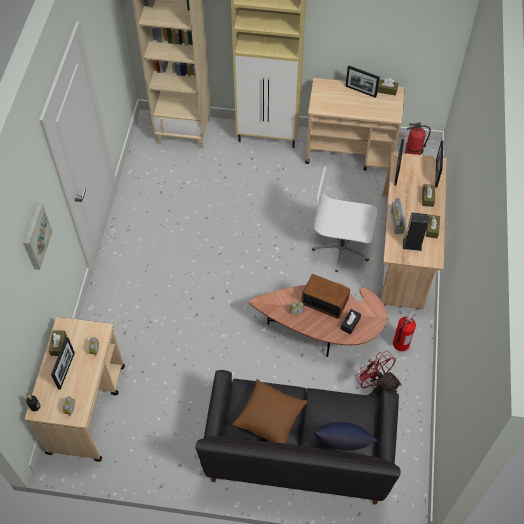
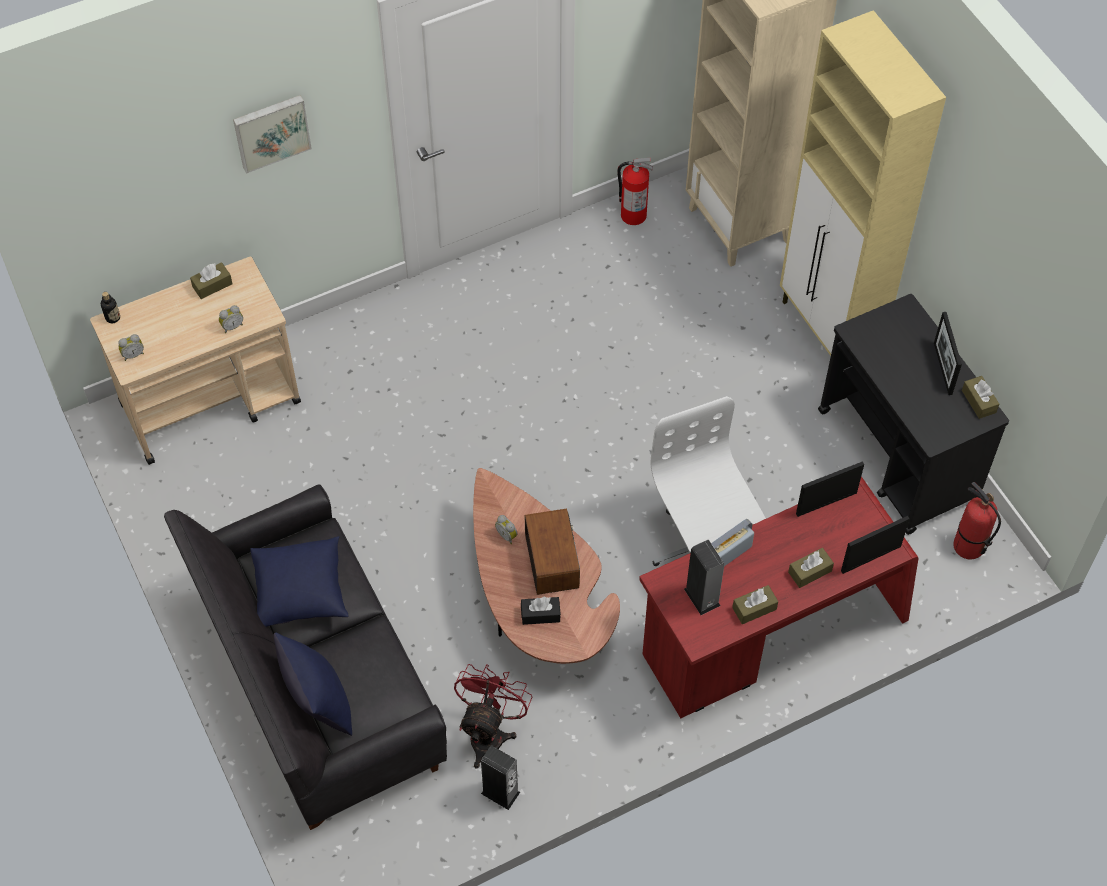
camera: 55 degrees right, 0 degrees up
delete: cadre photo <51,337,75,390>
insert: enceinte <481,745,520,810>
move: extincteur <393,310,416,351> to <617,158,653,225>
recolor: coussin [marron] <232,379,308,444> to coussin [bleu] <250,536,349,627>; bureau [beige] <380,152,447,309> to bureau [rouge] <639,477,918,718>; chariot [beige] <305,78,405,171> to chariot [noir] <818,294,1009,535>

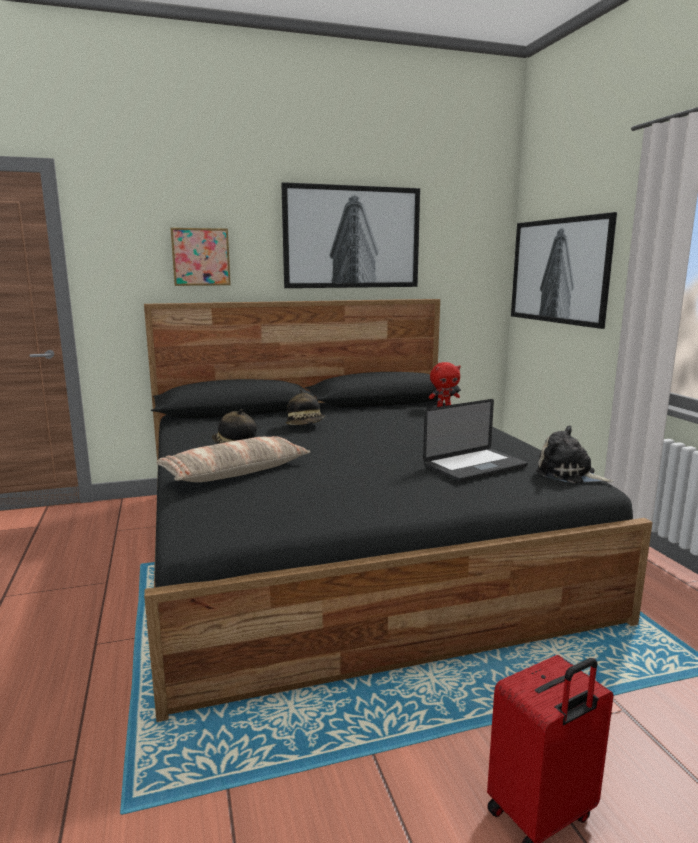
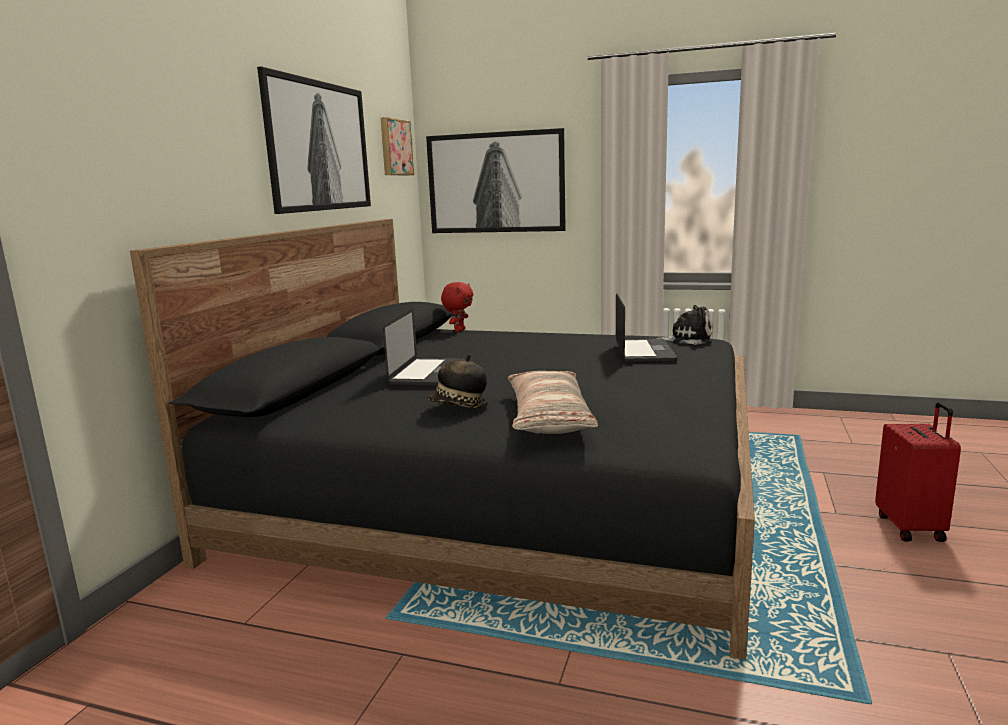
camera: 55 degrees left, 0 degrees up
move: tableau <170,228,231,286> to <381,117,414,175>
replace: chapeau <285,389,325,425> to ordinateur portable <383,309,465,386>
rotate: peluche <536,426,614,483> = <656,305,712,345> 150 degrees counterclockwise

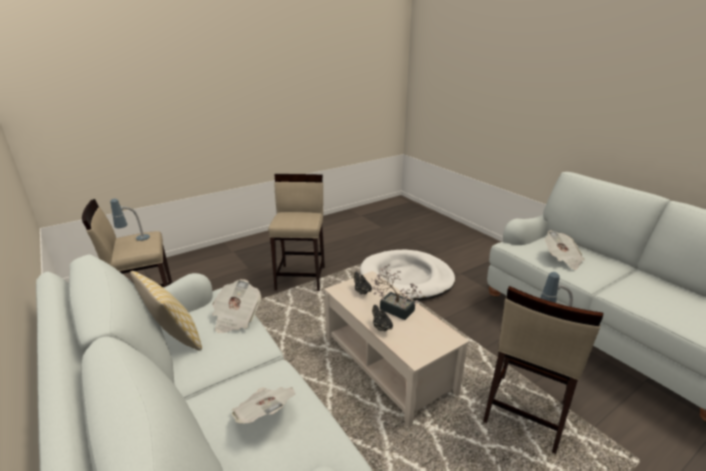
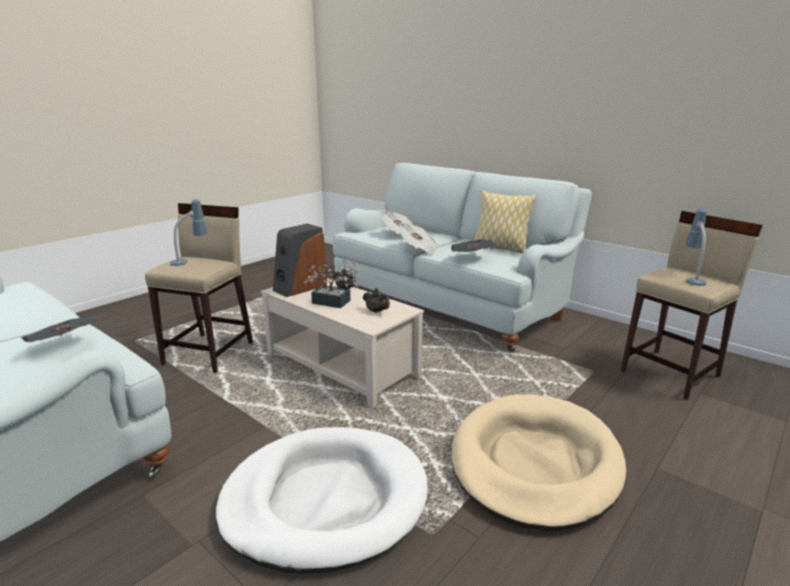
camera: 165 degrees right, 5 degrees down
insert: enceinte <273,223,327,297>; journal <398,223,439,254>
replace: tabouret [beige] <268,174,325,291> to panier pour chien [beige] <451,394,626,531>

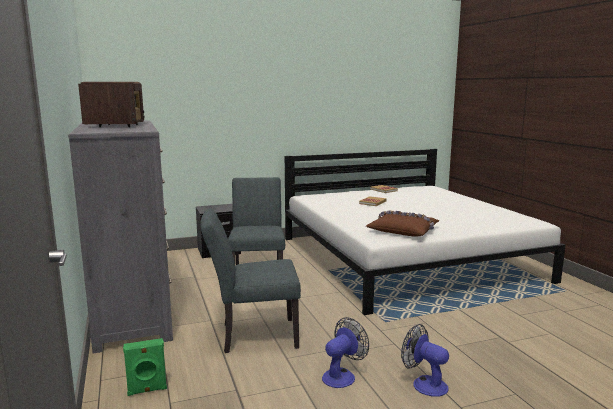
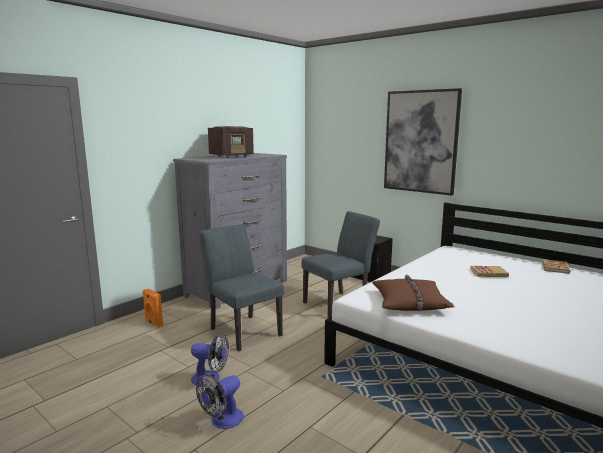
camera: 60 degrees right, 0 degrees up
insert: tableau <384,88,462,195>
recolor: enceinte [vert] <123,338,167,396> to enceinte [orange] <143,289,163,327>
rotate: ventilateur <401,324,449,397> = <196,374,244,429> 150 degrees counterclockwise

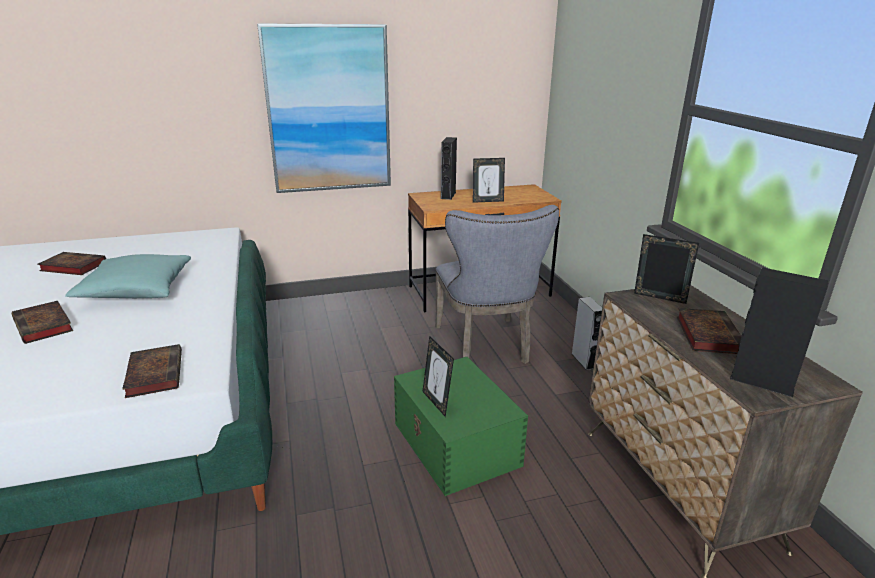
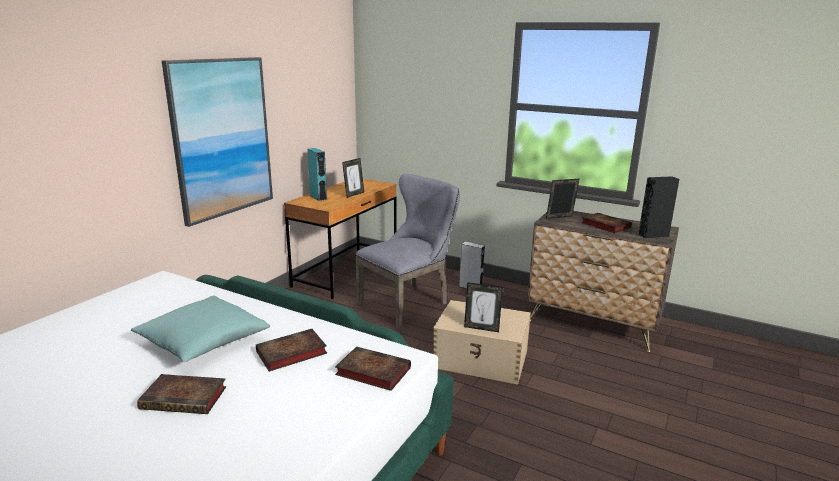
camera: 45 degrees left, 5 degrees down
move: livre <37,252,106,275> to <256,329,327,372>
recolor: enceinte [noir] <441,137,457,200> to enceinte [turquoise] <307,148,327,201>; boîte de rangement [vert] <394,357,528,496> to boîte de rangement [beige] <433,300,531,385>
rotate: chaise [gris] <435,205,559,364> = <355,174,460,329> 75 degrees counterclockwise

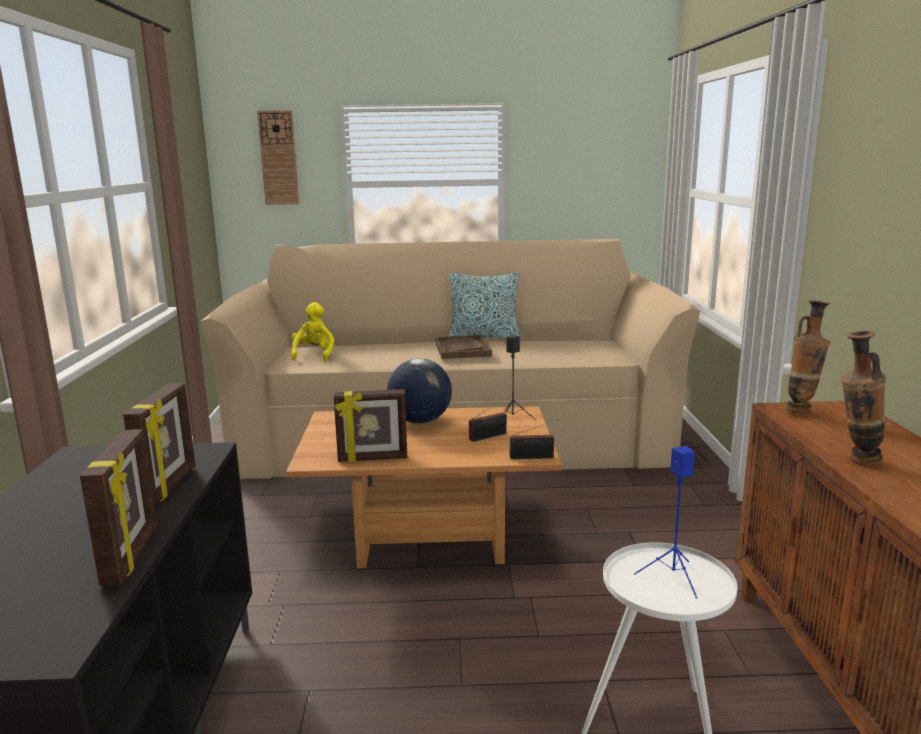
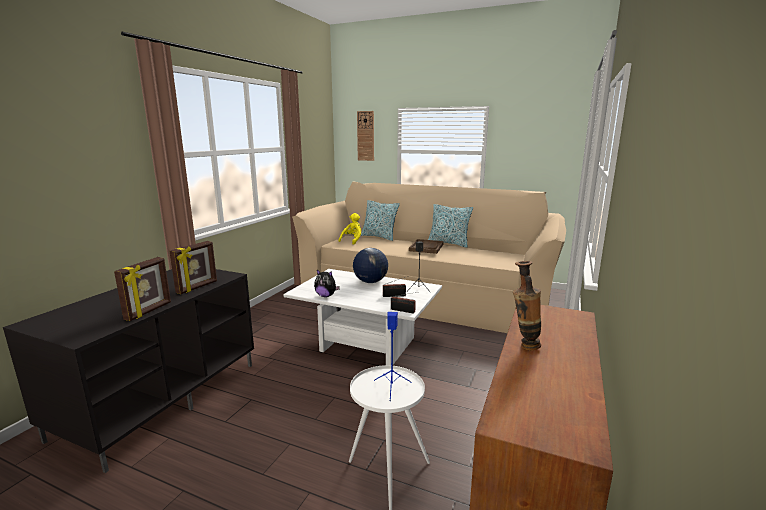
camera: 25 degrees right, 0 degrees up
delete: vase <786,300,831,414>
insert: coussin <361,200,400,241>
replace: cadre photo <334,389,407,462> to peluche <314,270,340,297>
recolor: table basse [marron] <286,406,562,568> to table basse [blanc] <283,269,442,365>

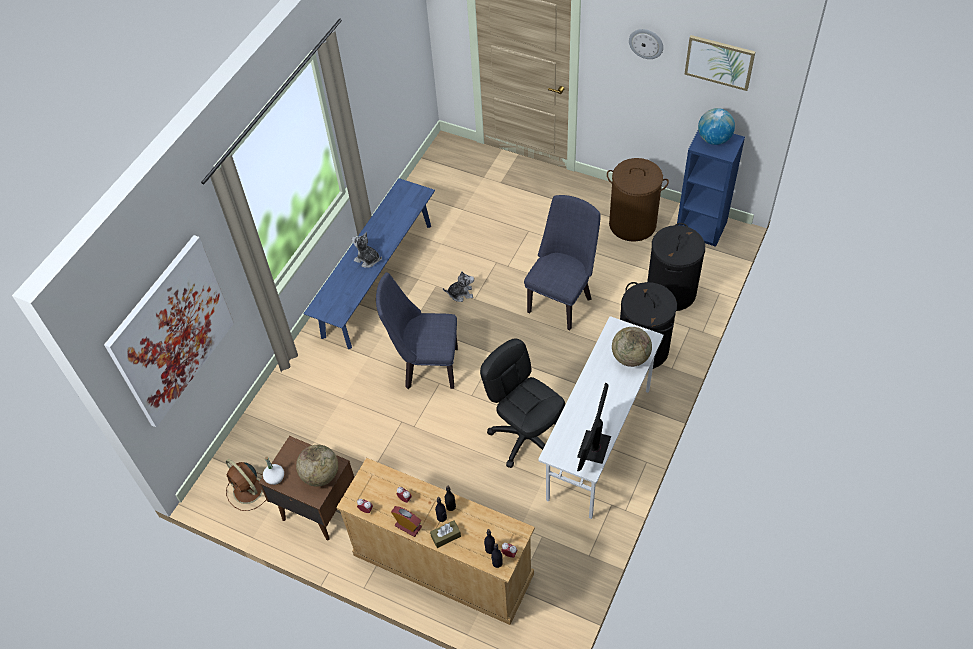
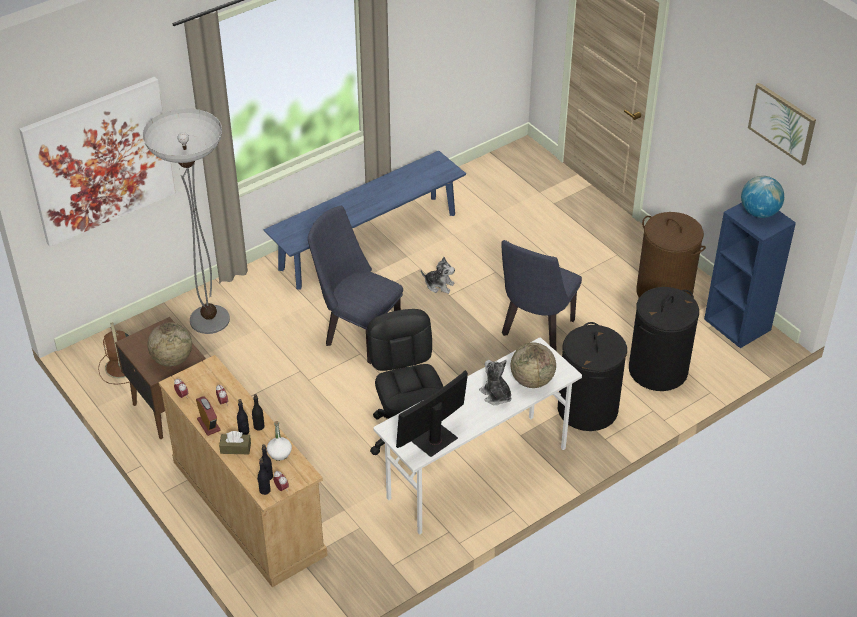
camera: 25 degrees right, 10 degrees down
delete: horloge murale <629,29,663,59>
insert: lampadaire <143,108,230,334>
move: bouteille [blanc] <263,457,284,485> to <267,421,292,461>; peluche <352,232,382,268> to <479,359,511,405>
rotate: chaise [bleu] <524,195,601,330> = <502,240,582,351> 150 degrees clockwise

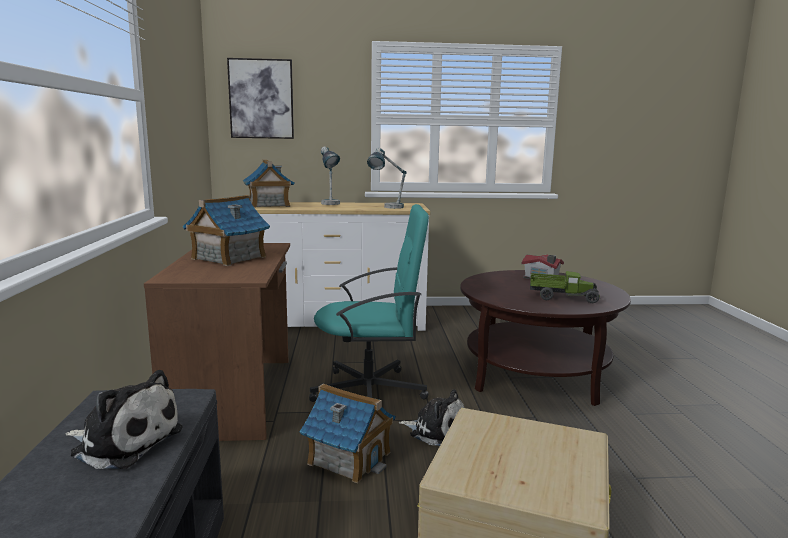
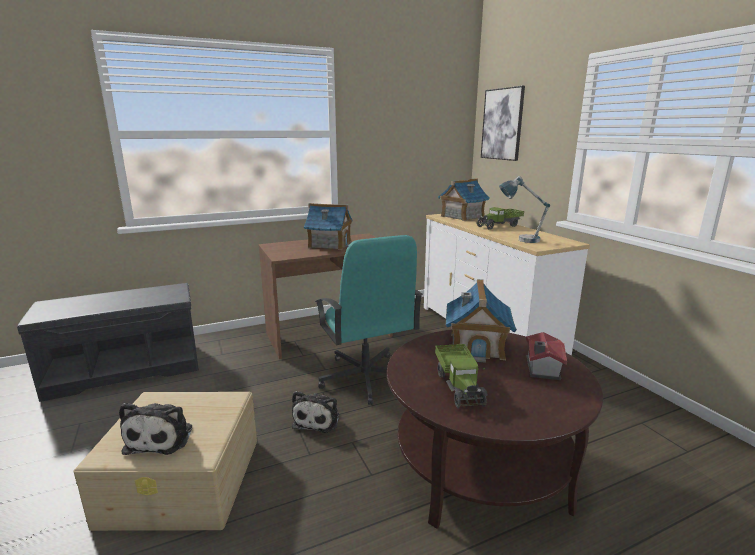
camera: 70 degrees right, 5 degrees up
move: peluche <65,370,183,469> to <119,403,192,455>; maison miniature <300,384,396,483> to <446,279,517,363>
replace: lampe de table <321,146,340,205> to camion jouet <476,207,524,230>

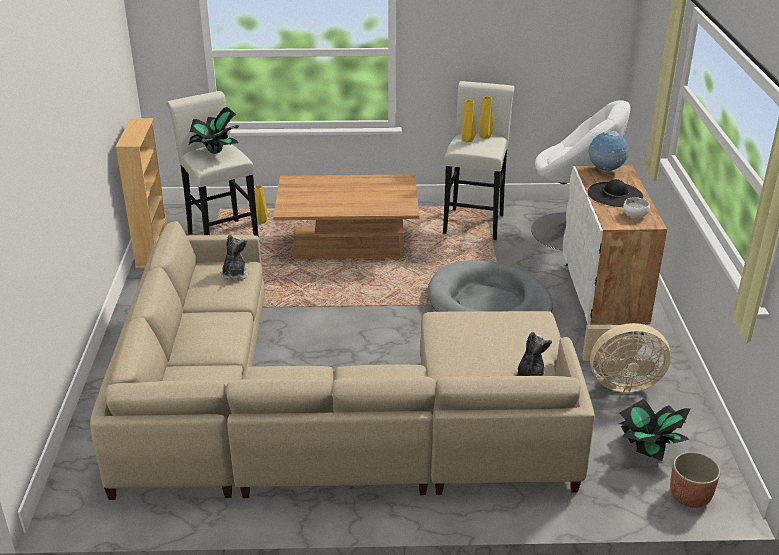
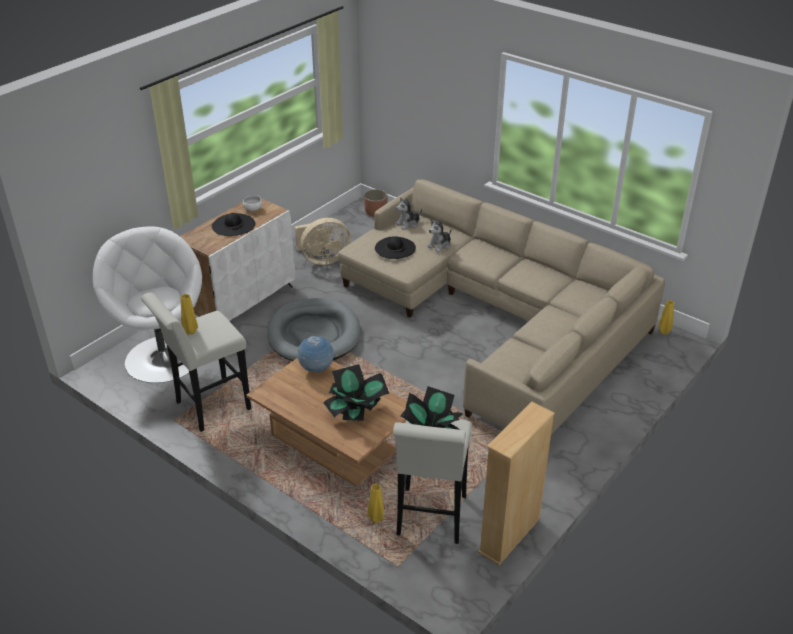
camera: 140 degrees left, 5 degrees up
insert: chapeau [noir] <375,236,416,259>
move: globe <589,130,628,173> to <297,336,334,372>; plante en pot <619,399,690,461> to <324,364,389,421>; peluche <221,234,249,280> to <427,219,452,252>; vase [jaune] <461,100,476,142> to <659,300,674,335>
rotate: ventilateur [beige] <582,323,671,393> = <295,218,351,265> 120 degrees clockwise

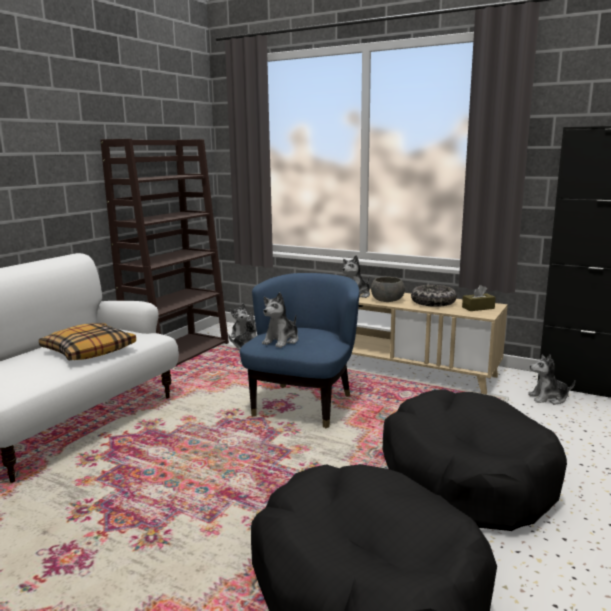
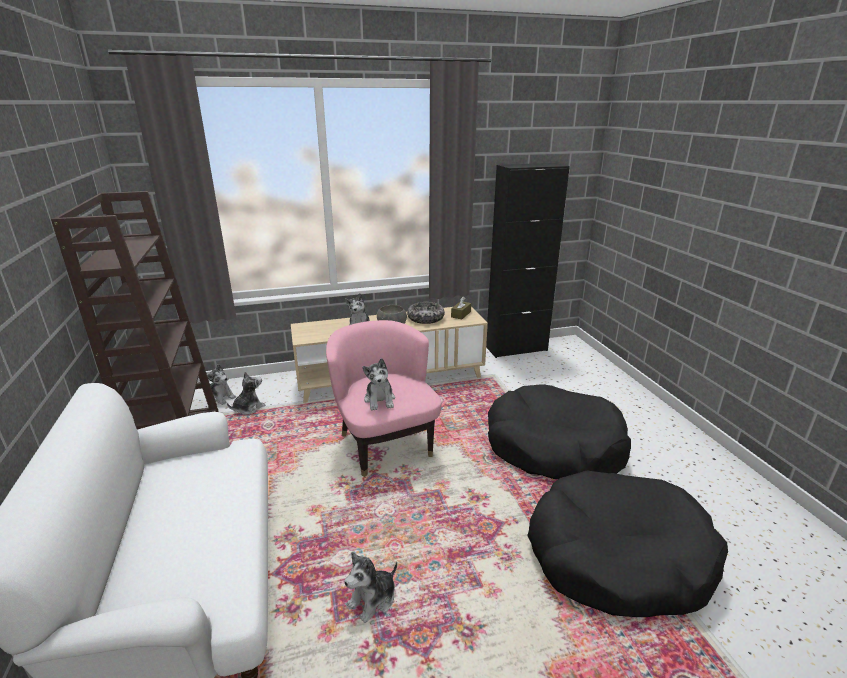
camera: 45 degrees left, 10 degrees up
delete: coussin <39,323,136,360>
move: peluche <528,354,575,405> to <344,552,397,623>
recolor: fauteuil [bleu] <240,273,359,428> to fauteuil [rose] <326,320,442,477>

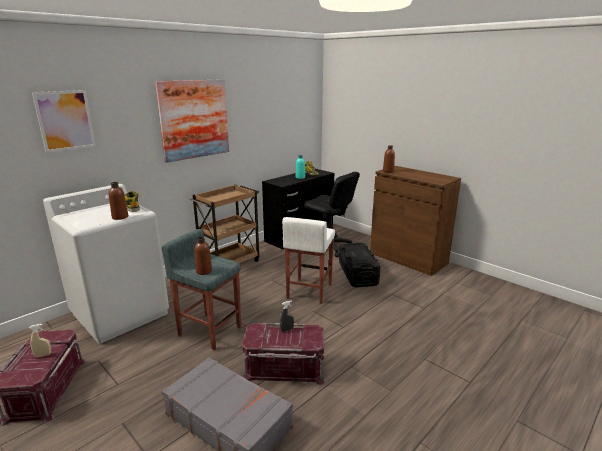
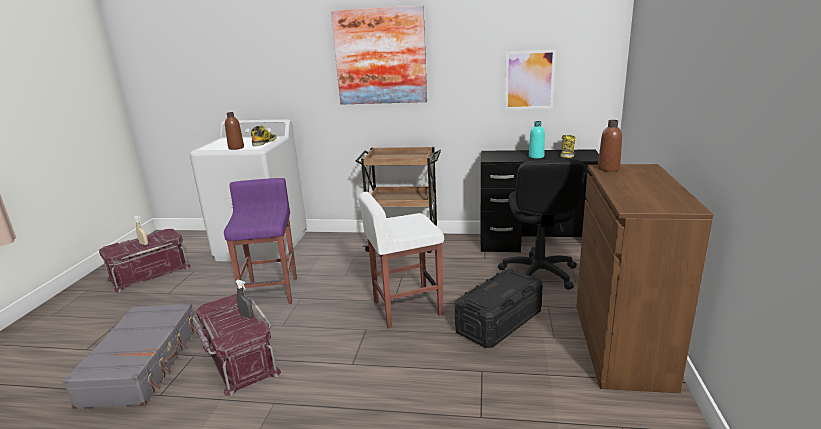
camera: 55 degrees right, 0 degrees up
delete: bouteille [marron] <195,237,212,275>
move: tableau <32,90,96,153> to <505,49,556,110>
recolor: tabouret [gris] <162,229,241,350> to tabouret [violet] <224,178,297,304>

